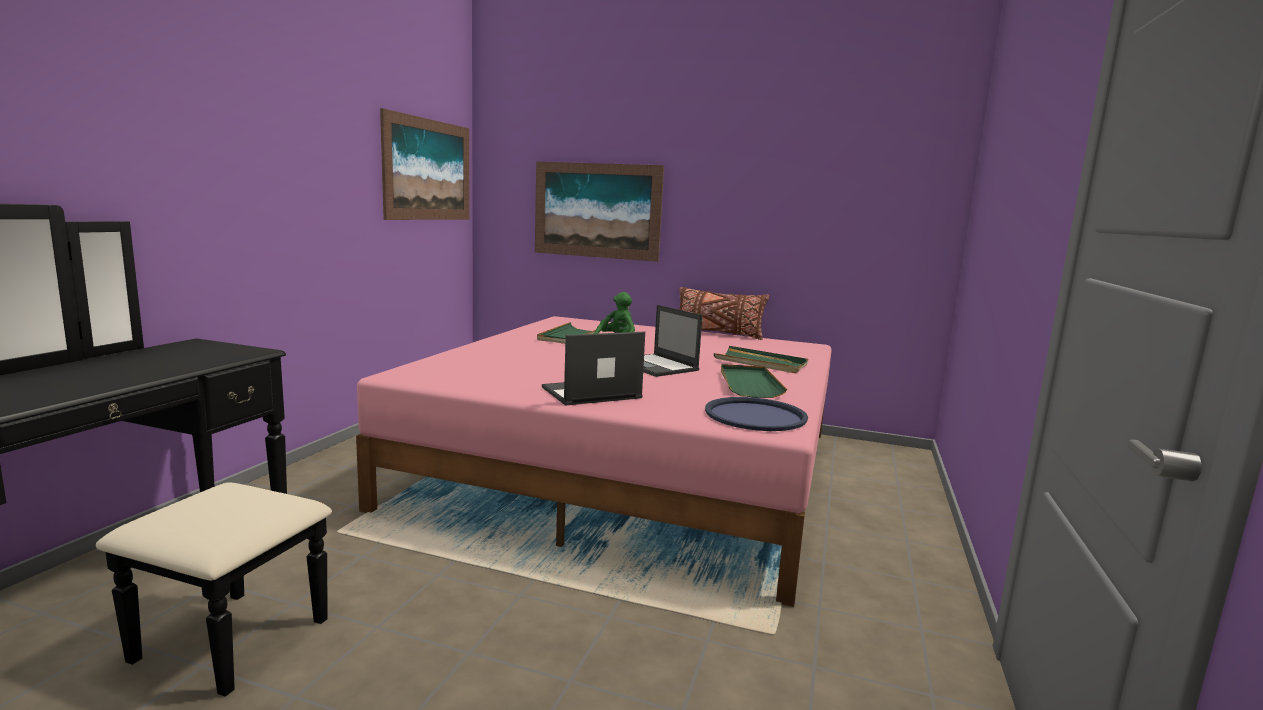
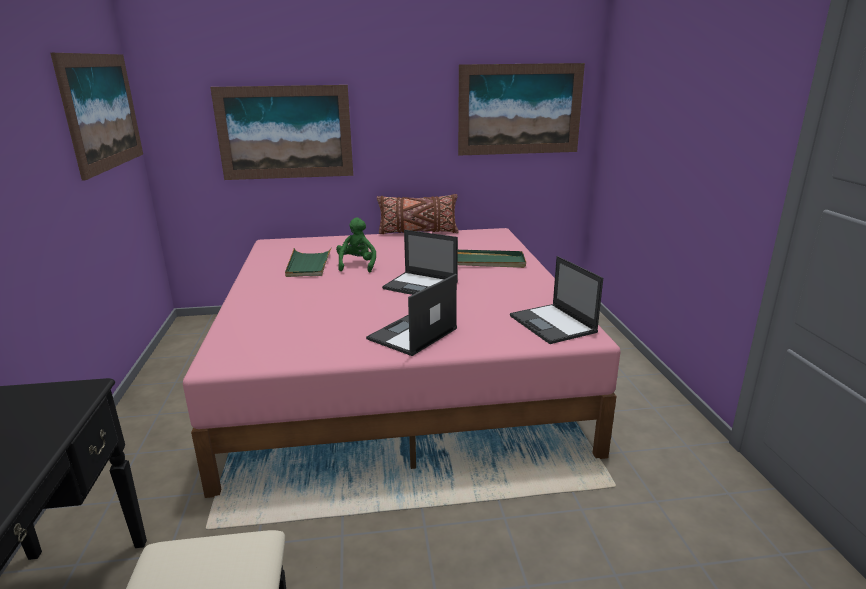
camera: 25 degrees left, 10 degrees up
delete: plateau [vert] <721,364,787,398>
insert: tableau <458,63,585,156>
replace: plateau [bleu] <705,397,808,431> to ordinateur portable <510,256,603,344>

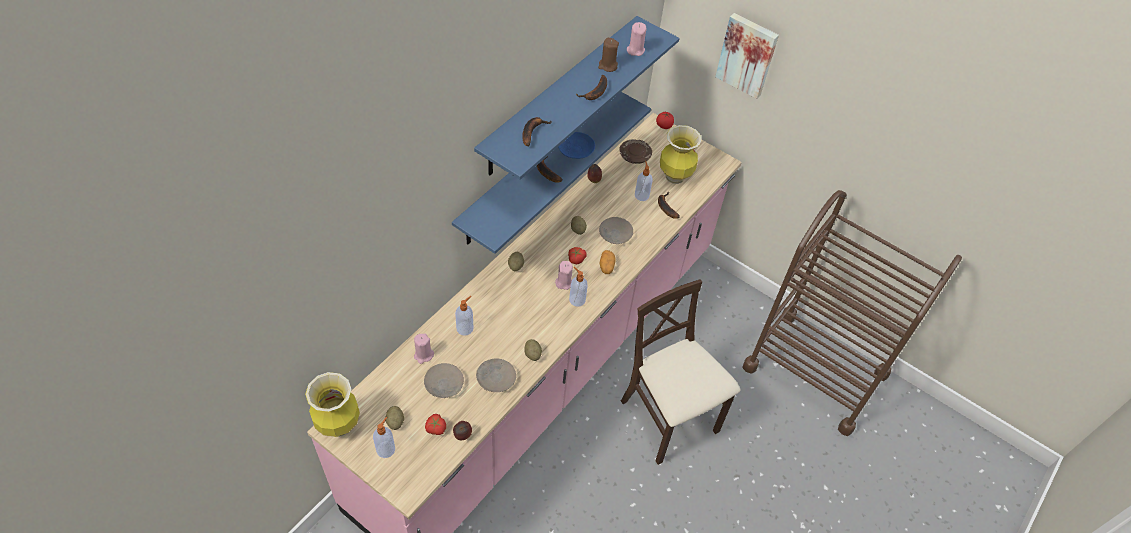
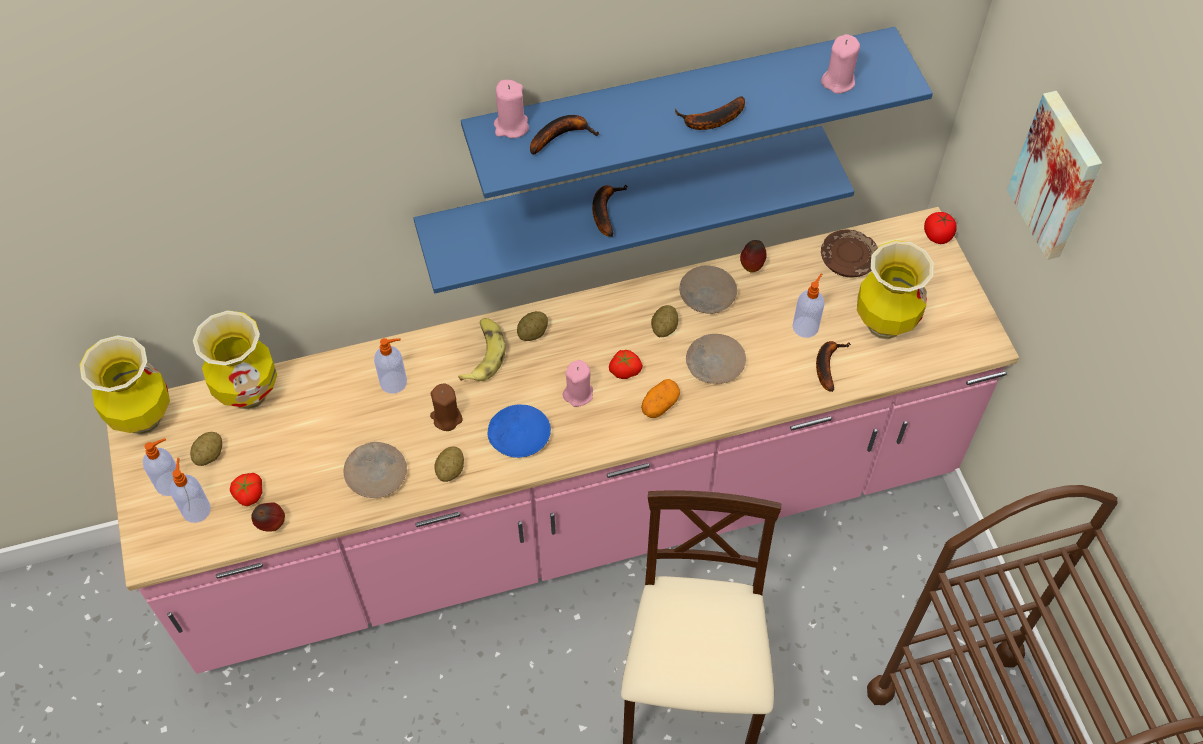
camera: 40 degrees right, 5 degrees up
insert: vase <193,310,277,410>; banane <458,318,505,381>
move: distributeur de savon <569,267,588,307> to <170,458,211,523>; bougie [marron] <598,38,619,72> to <430,383,463,431>; assiette [bleu] <558,132,595,159> to <488,404,551,458>; bougie [rose] <414,333,434,364> to <494,80,529,138>; assiette [beige] <424,363,464,398> to <679,265,737,314>

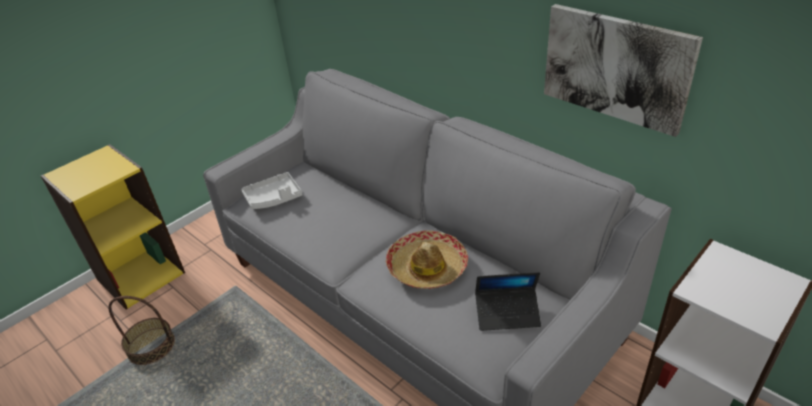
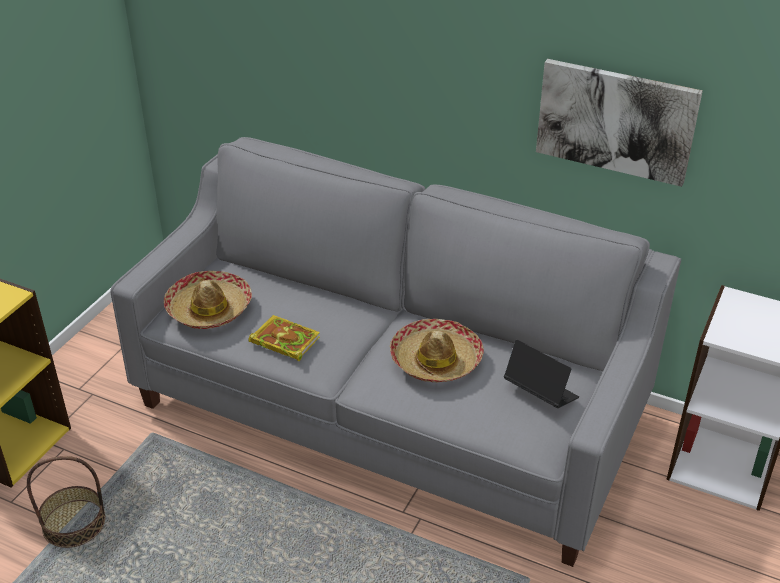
camera: 20 degrees left, 0 degrees up
insert: livre <248,315,320,361>
replace: plateau [gris] <242,172,303,209> to chapeau <164,270,252,329>
rotate: ordinateur portable <475,272,541,331> = <504,339,579,408> 120 degrees counterclockwise

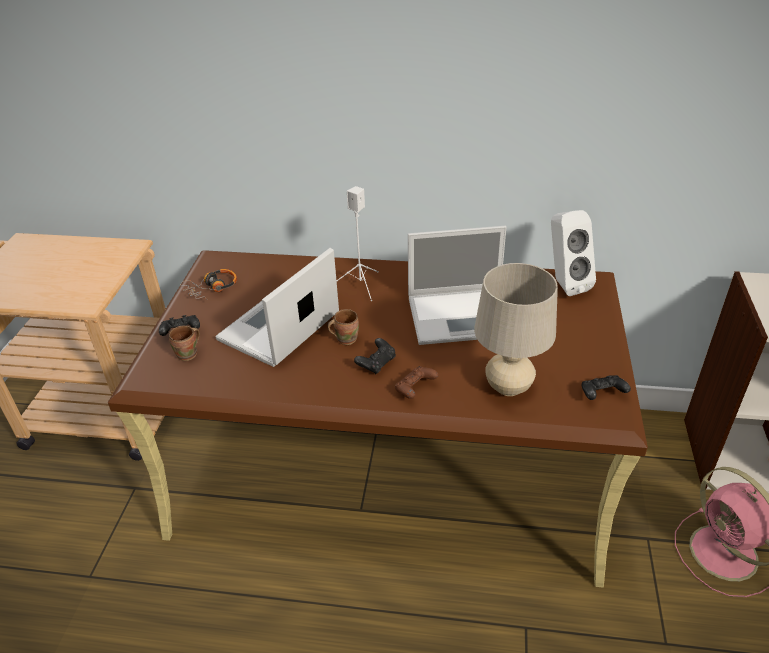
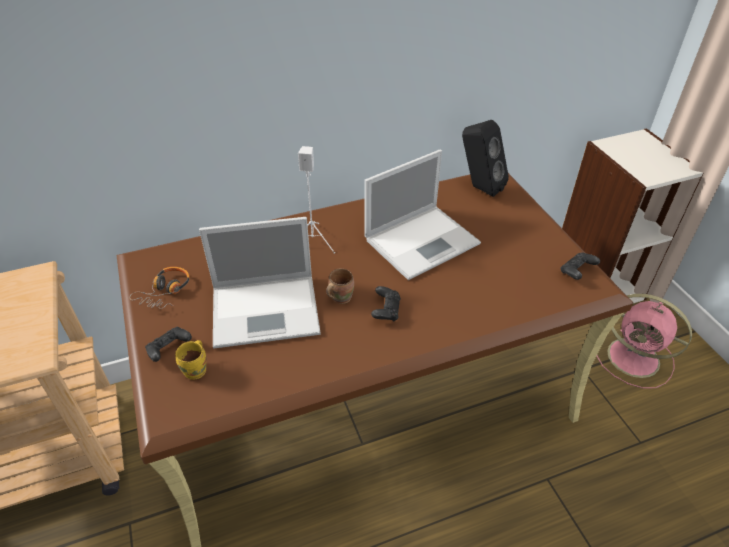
camera: 30 degrees left, 5 degrees up
delete: manette [marron] <395,366,439,399>; lampe de table [beige] <474,263,558,396>
recolor: mug [marron] <169,325,200,361> to mug [jaune] <175,340,206,380>; enceinte [blanc] <551,210,596,296> to enceinte [noir] <462,120,509,197>
rotate: ordinateur portable <215,248,339,367> = <199,217,321,348> 105 degrees counterclockwise

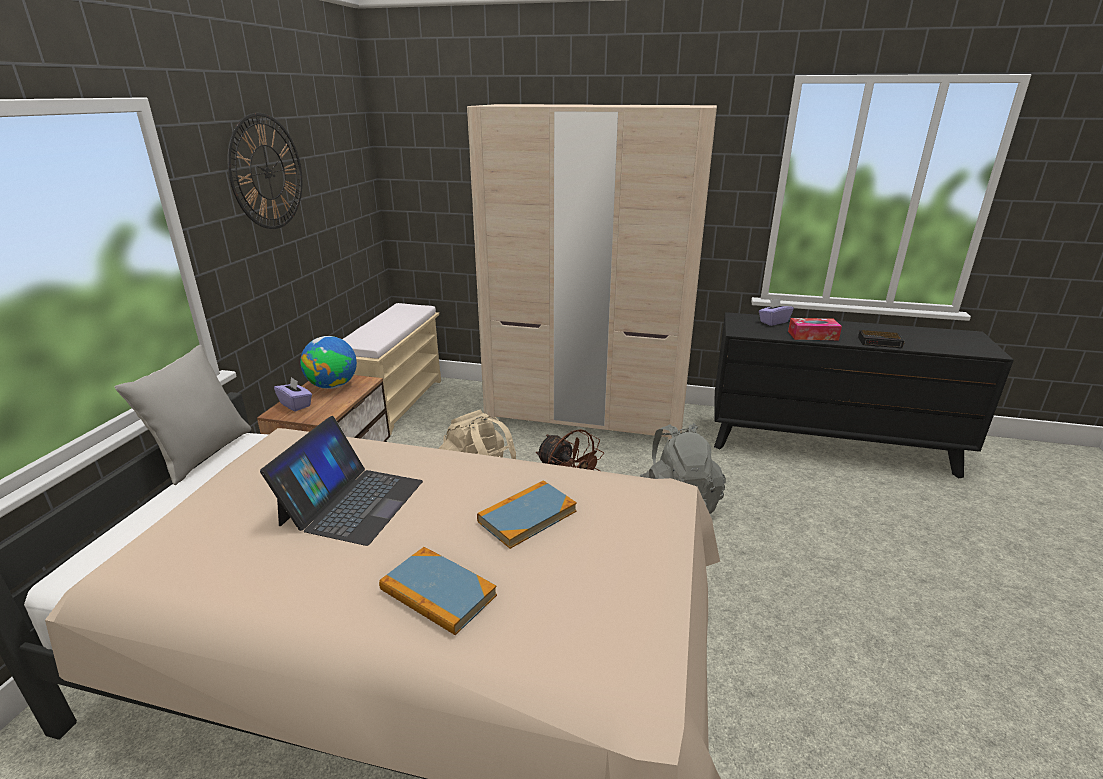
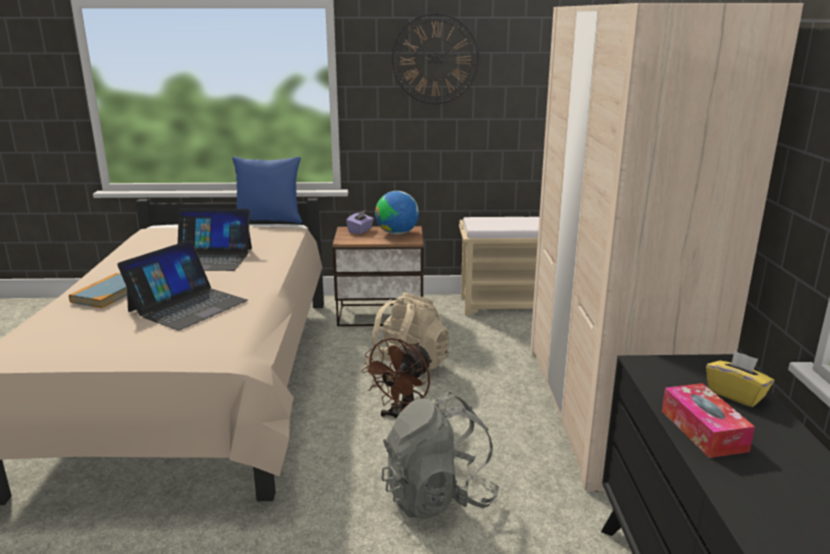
camera: 75 degrees right, 5 degrees down
delete: réveil <858,330,905,348>
replace: livre <477,480,577,549> to ordinateur portable <117,240,248,330>
recolor: coussin [gris] <115,345,251,485> to coussin [bleu] <232,157,302,224>; boîte à mouchoirs [violet] <759,298,794,326> to boîte à mouchoirs [jaune] <706,350,774,407>

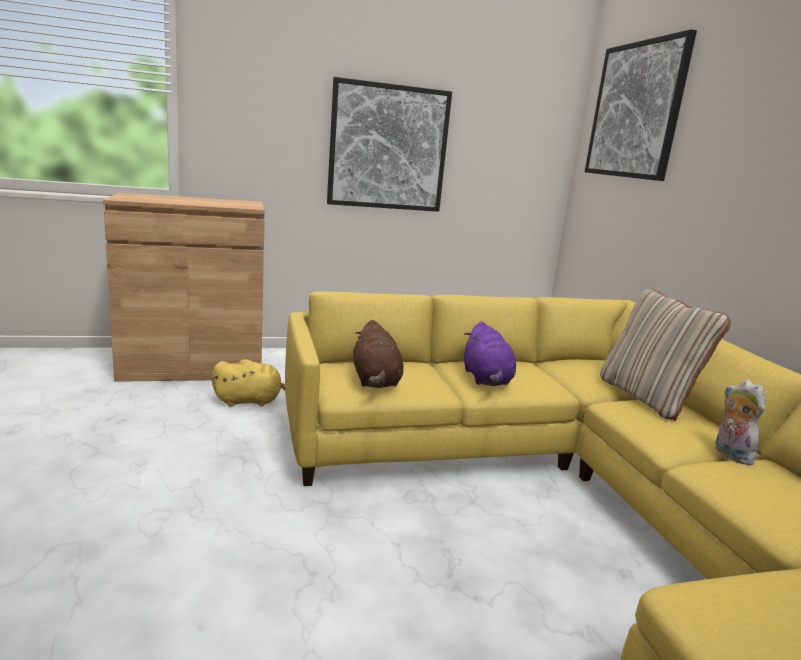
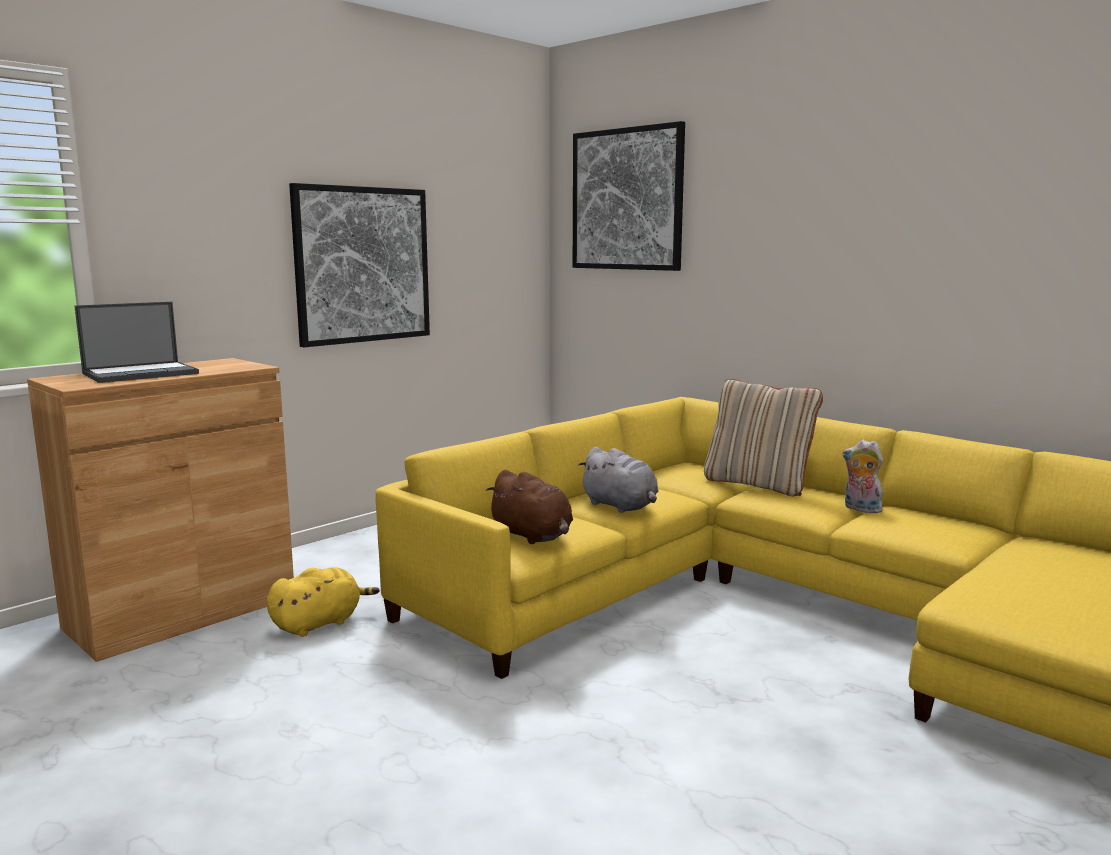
camera: 30 degrees left, 5 degrees down
insert: ordinateur portable <75,302,199,383>
recolor: peluche [violet] <464,322,516,386> to peluche [gris] <578,447,658,513>

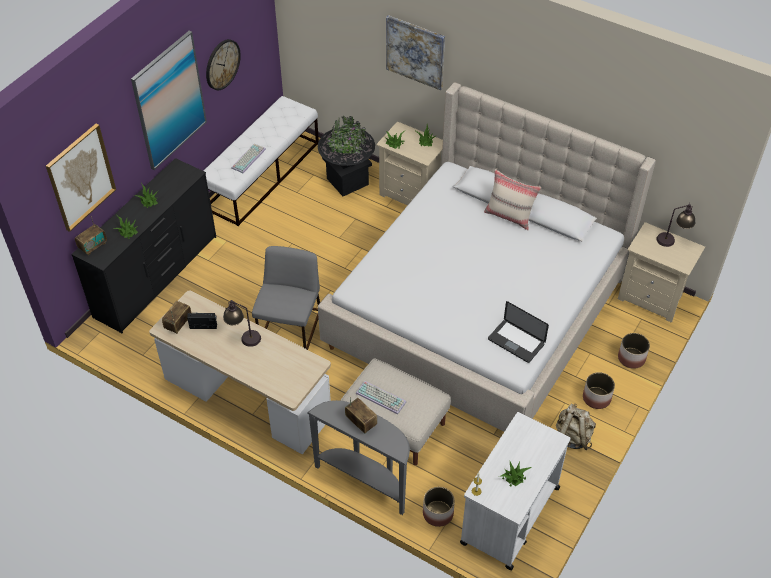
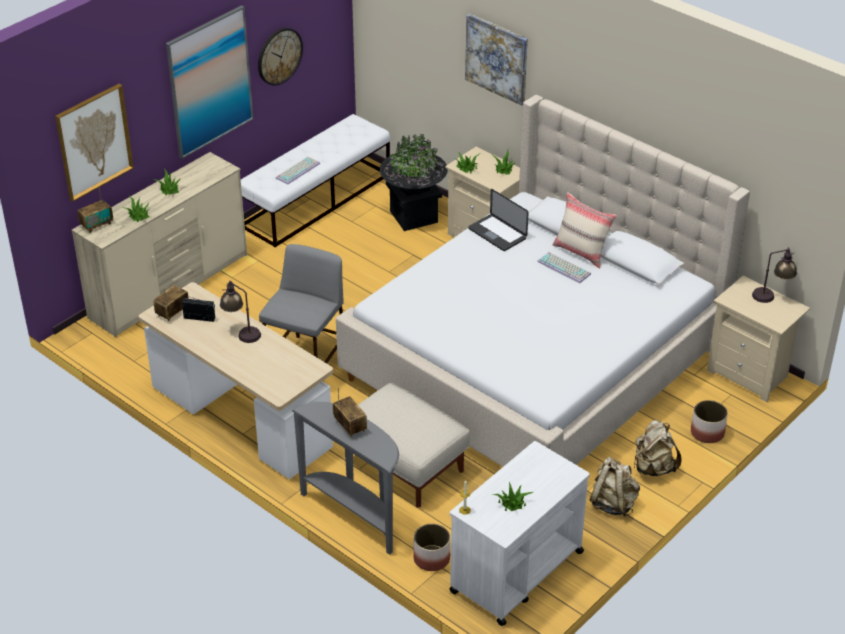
camera: 10 degrees right, 10 degrees down
move: ordinateur portable <488,301,549,363> to <468,189,529,251>; clavier <356,381,406,414> to <537,252,591,283>
replace: cache-pot <583,372,615,409> to sac à dos [beige] <634,420,682,476>
recolor: commode [noir] <71,158,216,333> to commode [beige] <72,152,247,337>

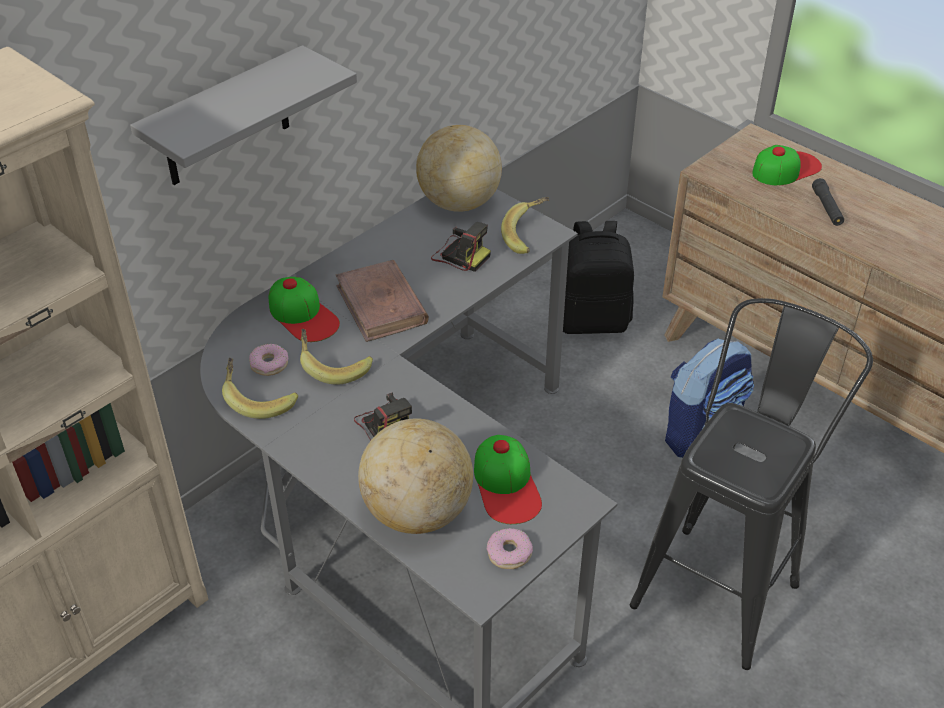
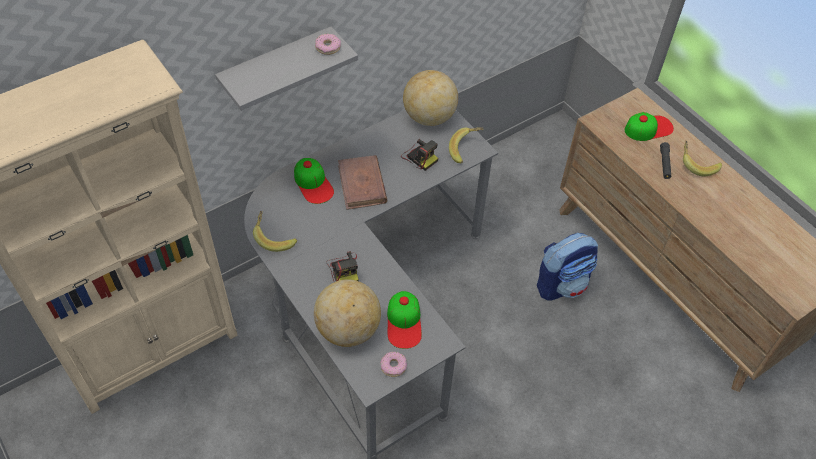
camera: 10 degrees right, 10 degrees up
delete: sac à dos [noir] <563,221,634,334>; tabouret [noir] <630,298,873,670>
move: beignet <249,344,288,376> to <315,34,341,55>; banane <300,329,373,384> to <683,141,722,176>

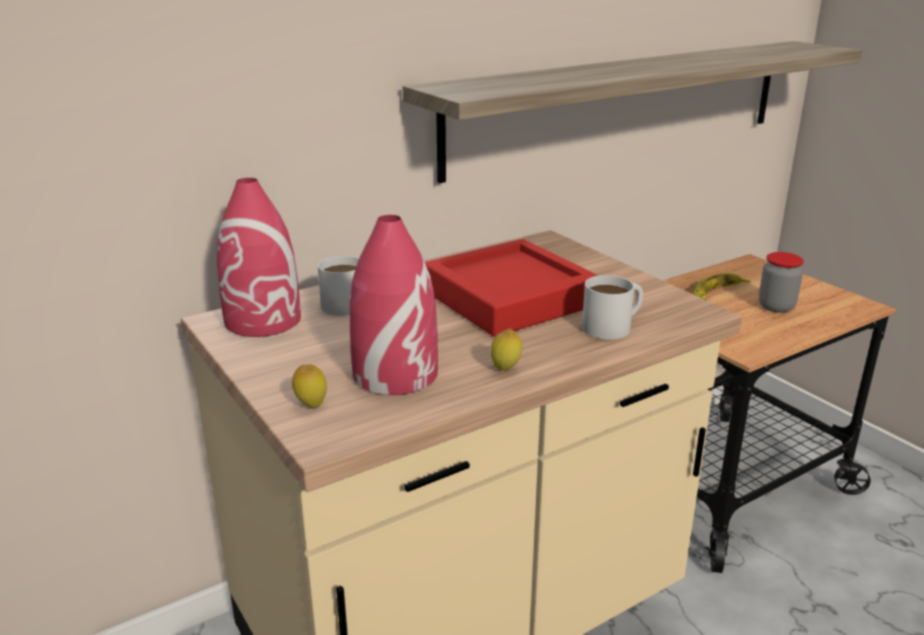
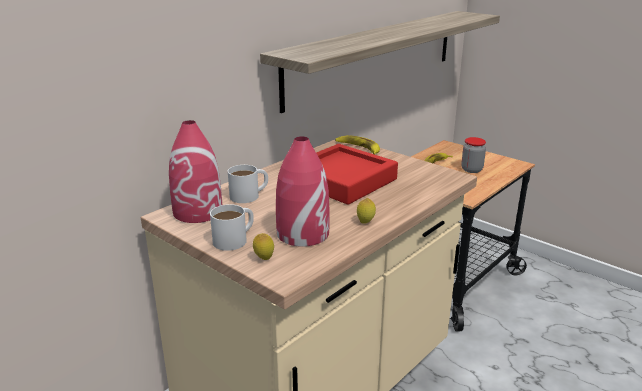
camera: 15 degrees left, 0 degrees up
insert: banane <335,135,380,155>
move: mug [blanc] <582,275,643,339> to <210,204,254,251>

